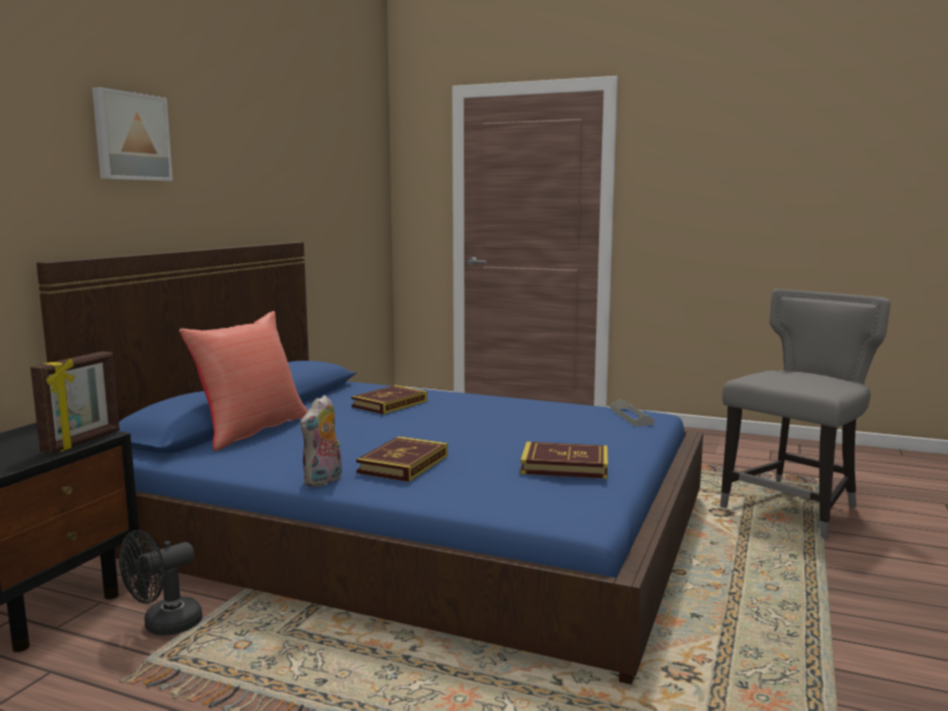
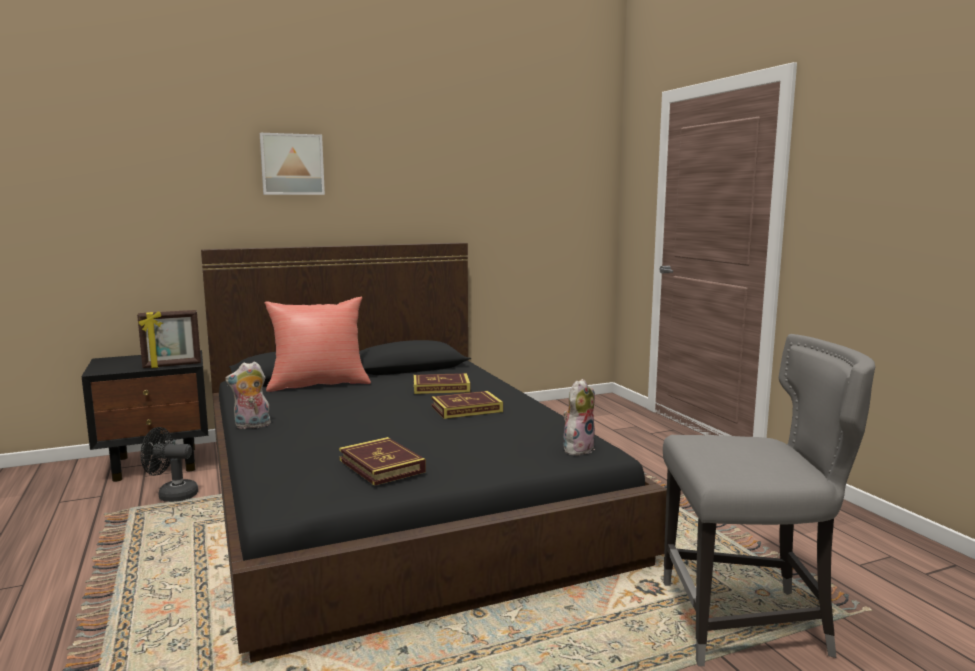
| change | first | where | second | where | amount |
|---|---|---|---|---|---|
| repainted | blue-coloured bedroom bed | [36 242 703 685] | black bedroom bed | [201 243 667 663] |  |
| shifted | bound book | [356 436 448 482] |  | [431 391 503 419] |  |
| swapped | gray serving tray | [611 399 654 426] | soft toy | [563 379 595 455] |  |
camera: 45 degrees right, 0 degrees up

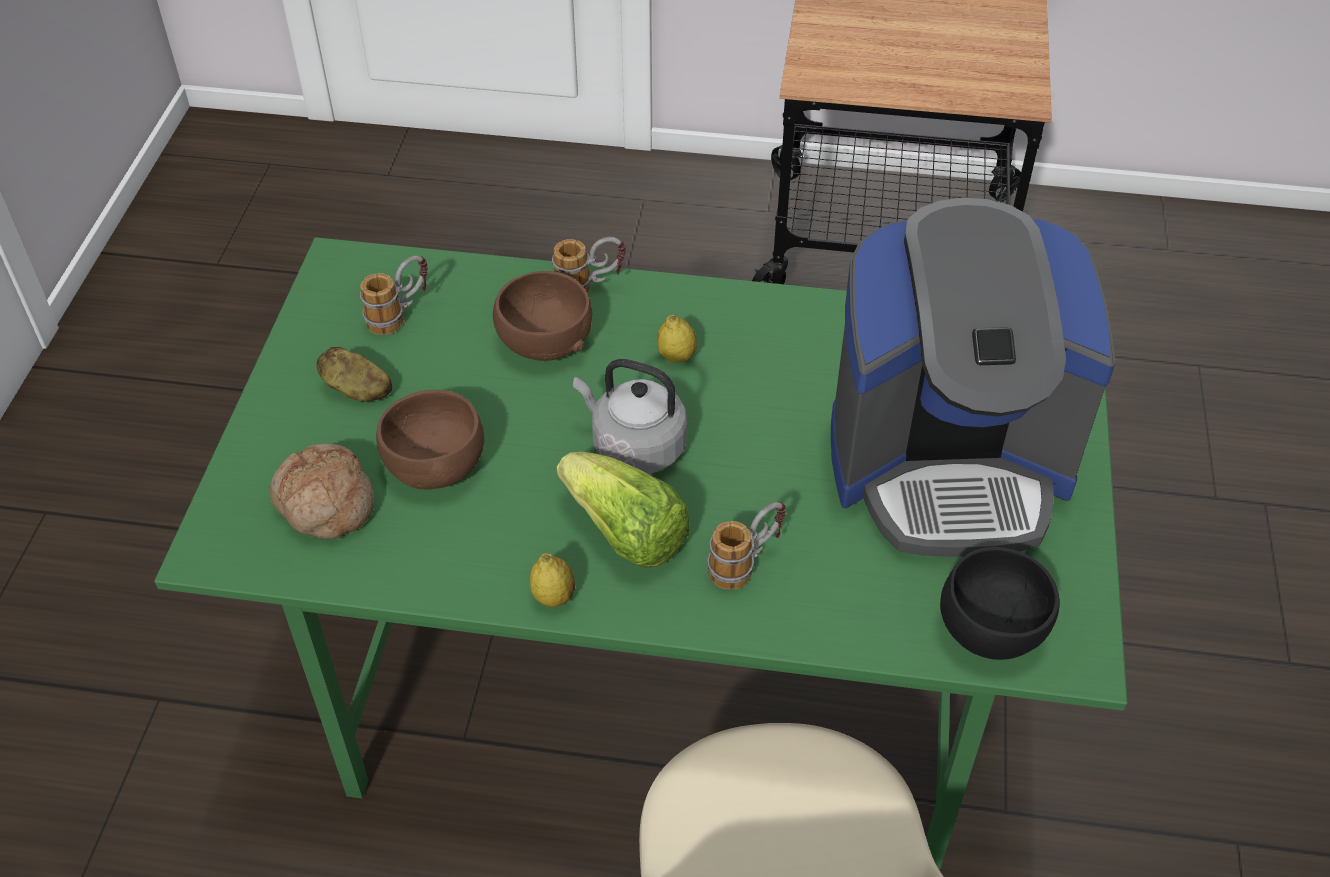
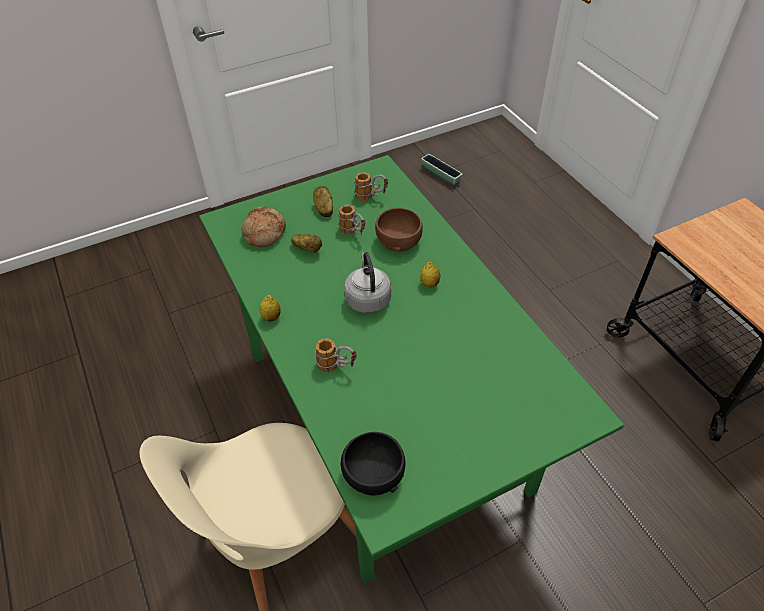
| change | first | where | second | where | amount |
|---|---|---|---|---|---|
| swapped | brown-coloured bowl | [376 390 484 489] | whole potato | [291 234 322 253] |  |
| shifted | tea mug | [552 237 626 293] |  | [338 205 365 235] |  |
| gone | lettuce head | [556 452 690 568] |  |  |  |
| gone | coffee maker | [831 198 1116 557] |  |  |  |
| new |  |  | flower pot | [421 154 462 187] |  |
camera: 55 degrees right, 0 degrees up

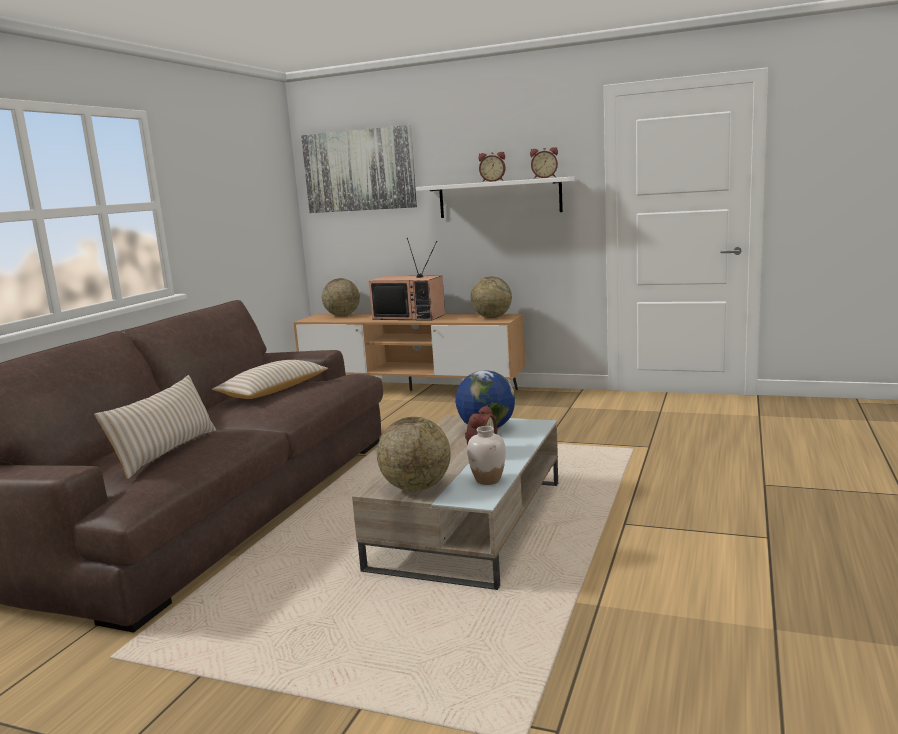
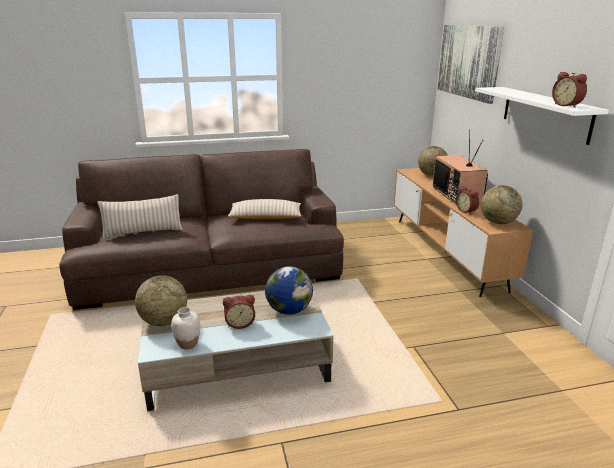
| change | first | where | second | where | amount |
|---|---|---|---|---|---|
| shifted | bedside clock | [478 152 506 182] |  | [456 186 479 214] |  |
camera: 55 degrees right, 10 degrees up

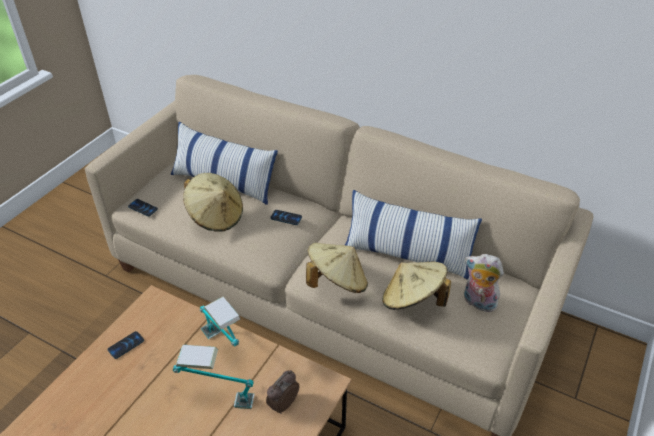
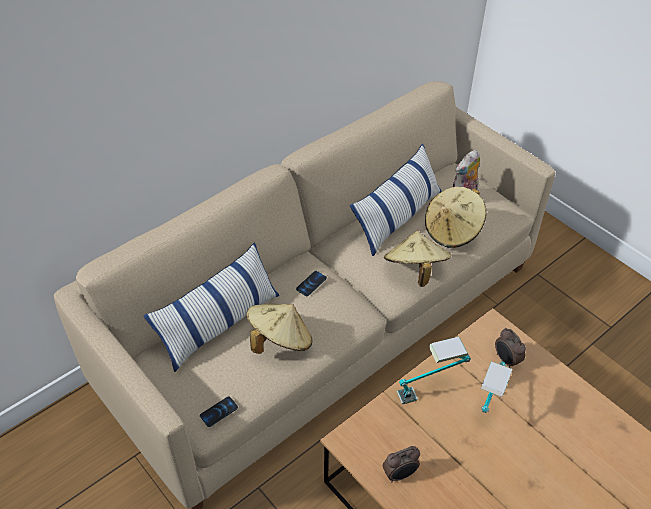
| change | first | where | second | where | amount |
|---|---|---|---|---|---|
| swapped | phone | [107 331 144 359] | bedside clock | [383 446 420 482] |  |
camera: 70 degrees left, 5 degrees up

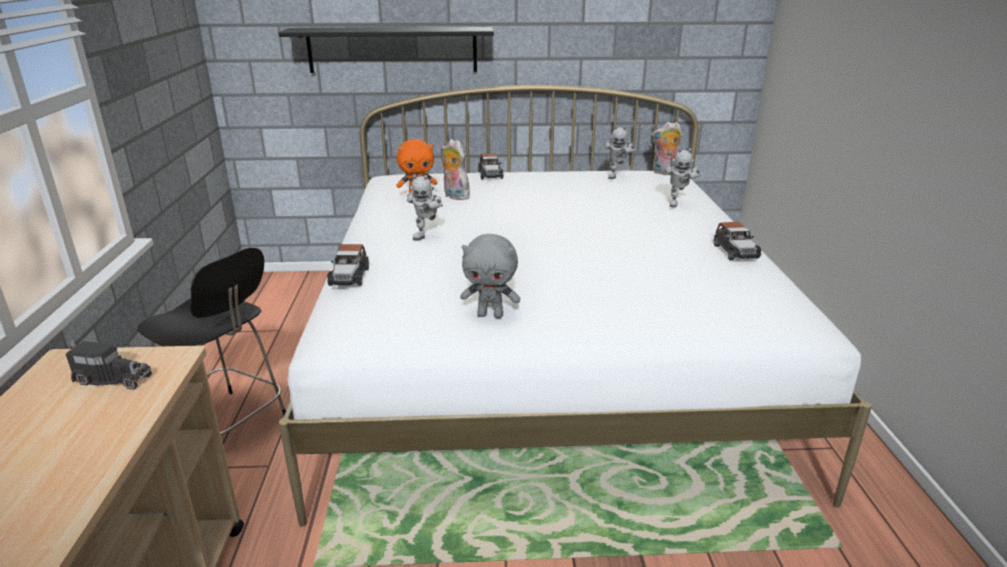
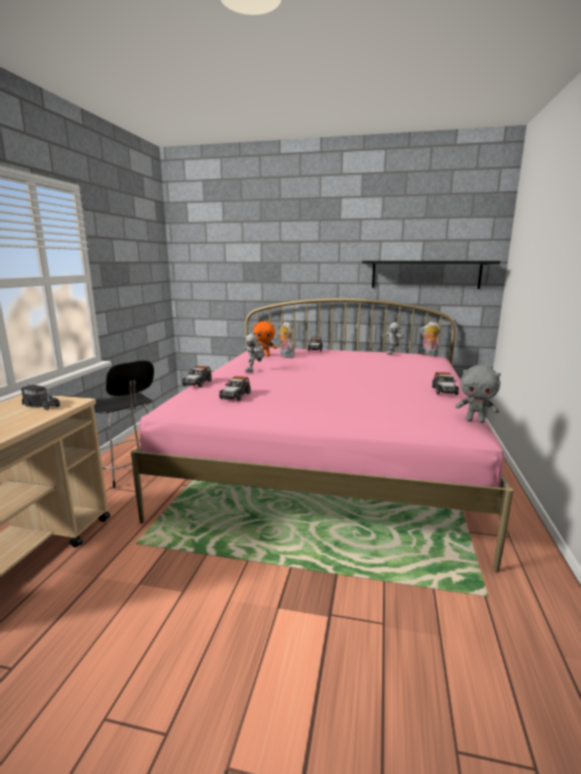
| change | first | where | second | where | amount |
|---|---|---|---|---|---|
| shifted | black wall shelf | [279 27 494 73] |  | [362 261 500 289] |  |
| repainted | white bedroom bed | [279 85 872 527] | pink bedroom bed | [131 298 514 573] |  |
| shifted | gray soft toy | [460 234 520 318] |  | [455 365 501 423] |  |
| gone | model robot | [665 148 700 208] |  |  |  |
| new |  |  | model car | [219 376 251 401] |  |
camera: 15 degrees right, 10 degrees down

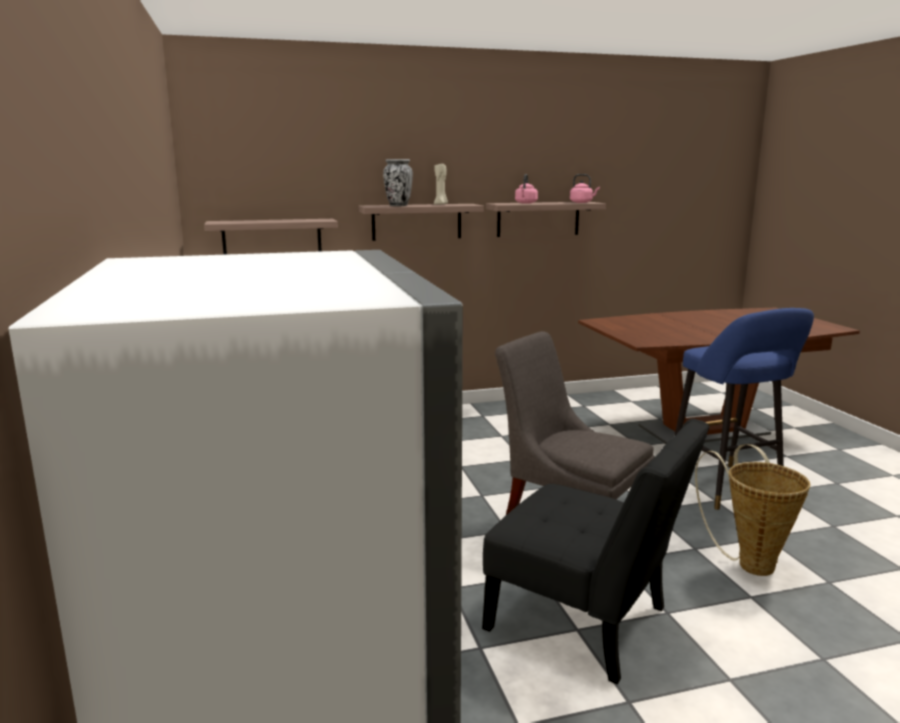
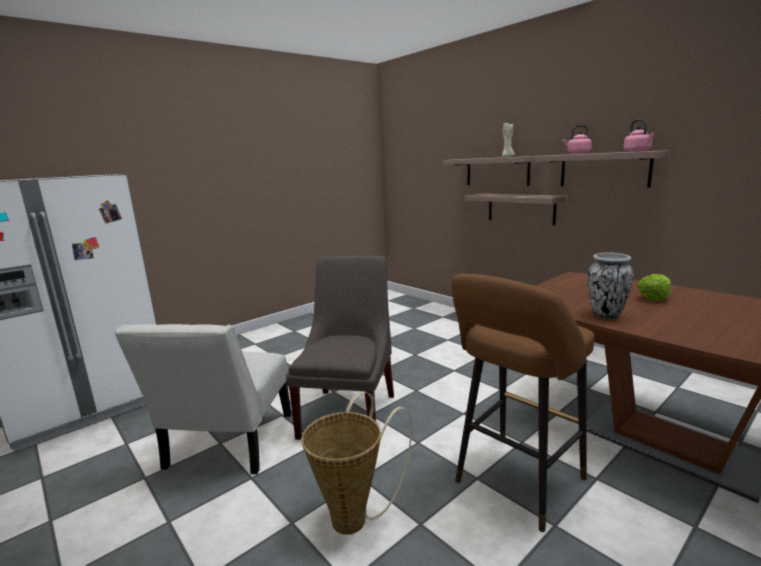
| change | first | where | second | where | amount |
|---|---|---|---|---|---|
| shifted | wall shelf | [204 219 338 255] |  | [465 193 568 225] |  |
| shifted | vase | [383 159 413 206] |  | [588 253 633 320] |  |
| repainted | black chair | [482 419 710 685] | white chair | [114 324 292 474] |  |
| repainted | blue-coloured stool seat | [674 308 814 510] | brown-coloured stool seat | [451 274 594 532] |  |
| new |  |  | lettuce head | [637 274 671 301] |  |
camera: 65 degrees right, 0 degrees up

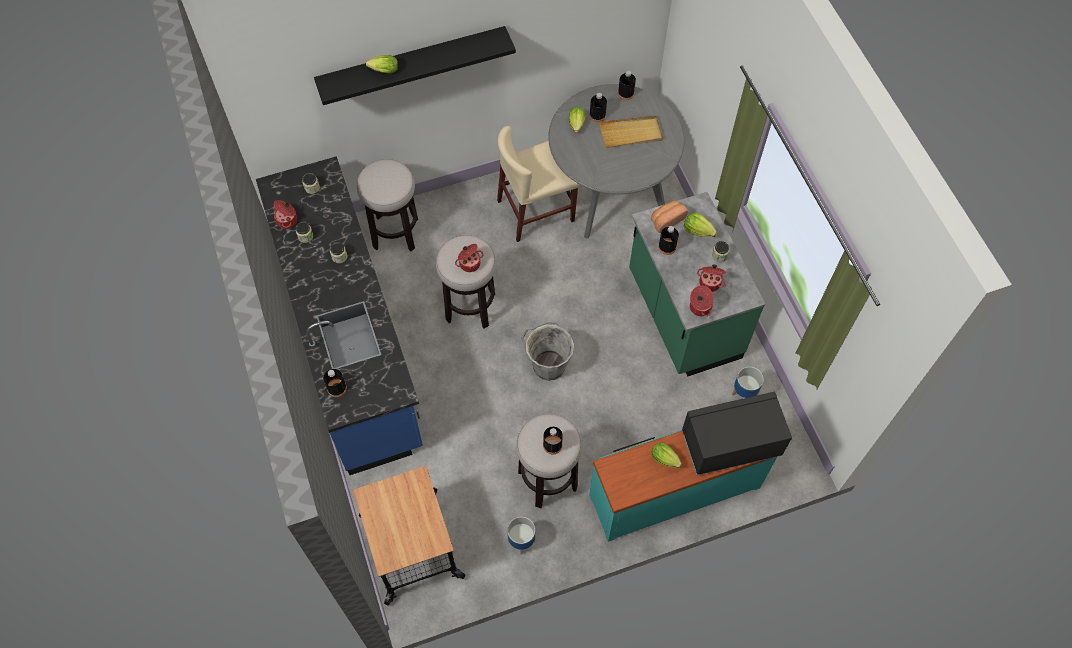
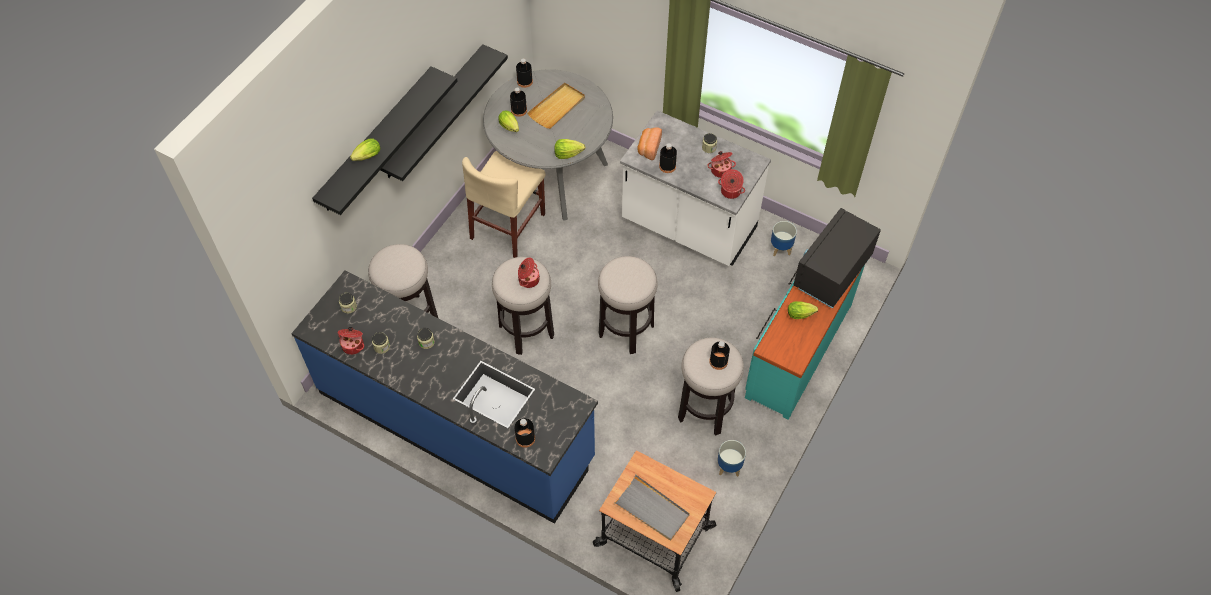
| change | first | where | second | where | amount |
|---|---|---|---|---|---|
| swapped | gray water bucket | [521 323 574 381] | stool seat | [598 256 657 354] |  |
| repainted | greenish kitchen base unit | [629 192 765 377] | white kitchen base unit | [620 110 771 266] |  |
| shifted | lettuce head | [684 212 717 237] |  | [554 139 585 159] |  |
| new |  |  | black wall shelf | [380 44 508 181] |  |
| new |  |  | gray serving tray | [614 475 690 540] |  |
camera: 40 degrees left, 5 degrees down

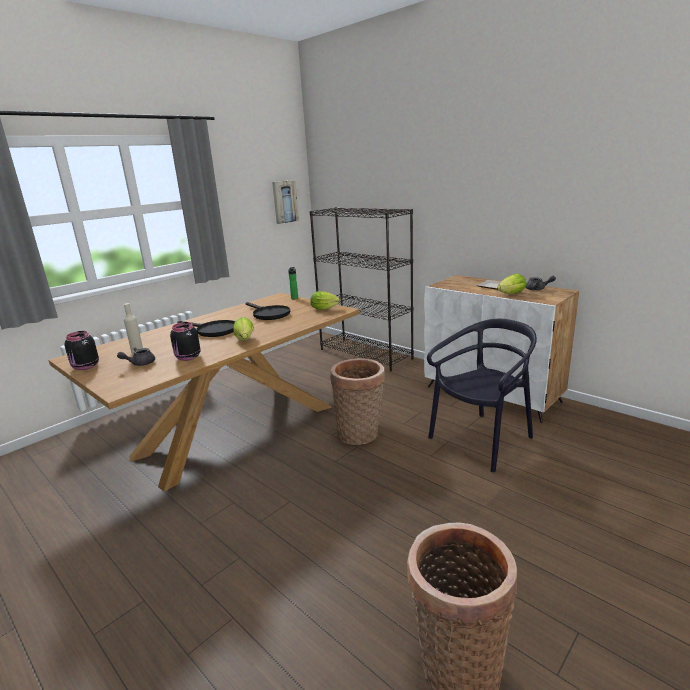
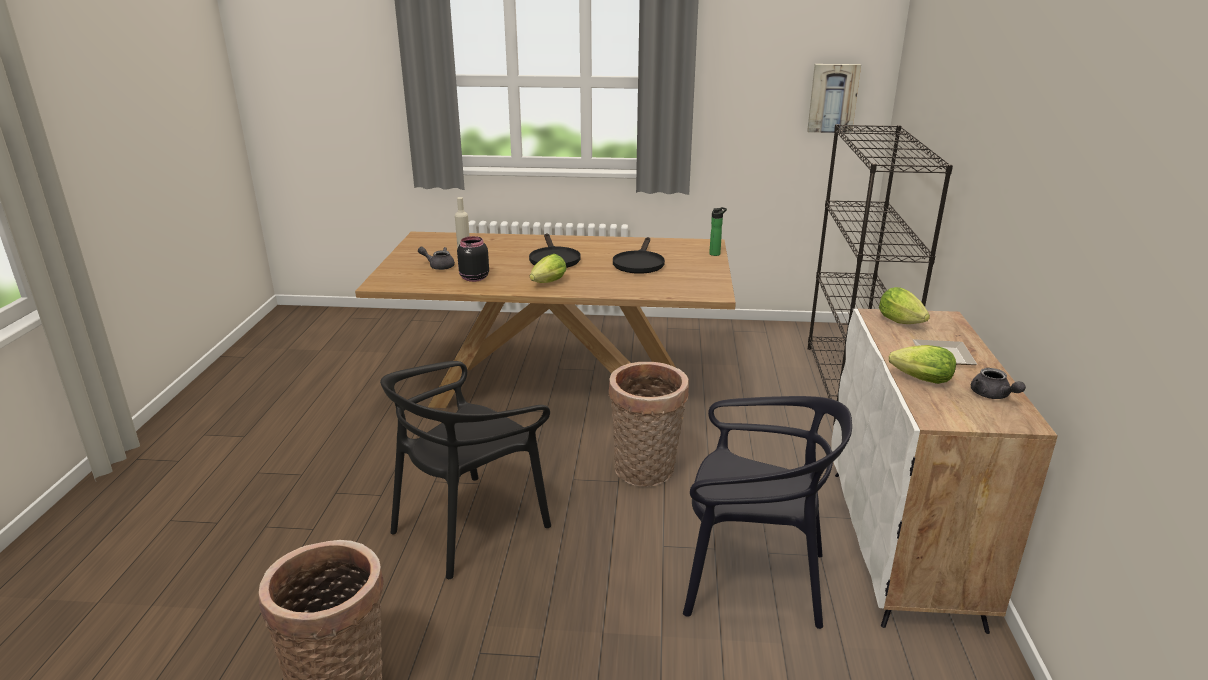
| change | first | where | second | where | amount |
|---|---|---|---|---|---|
| gone | black storage jar | [65 331 99 370] |  |  |  |
| shifted | lettuce head | [310 291 340 310] |  | [879 287 930 324] |  |
| new |  |  | black chair | [380 361 551 579] |  |
camera: 50 degrees right, 5 degrees up

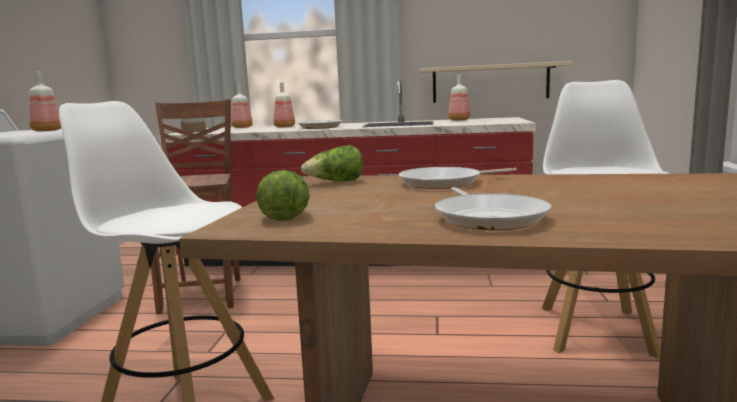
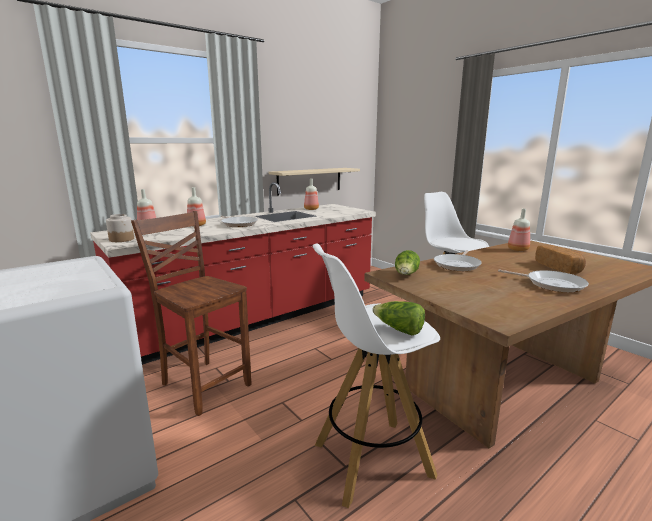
| change | first | where | second | where | amount |
|---|---|---|---|---|---|
| shifted | beverage bottle | [29 71 61 132] |  | [508 209 530 251] |  |
| shifted | lettuce head | [256 170 310 221] |  | [372 301 425 335] |  |
| new |  |  | baked bread | [535 245 586 274] |  |
camera: 45 degrees left, 5 degrees up

